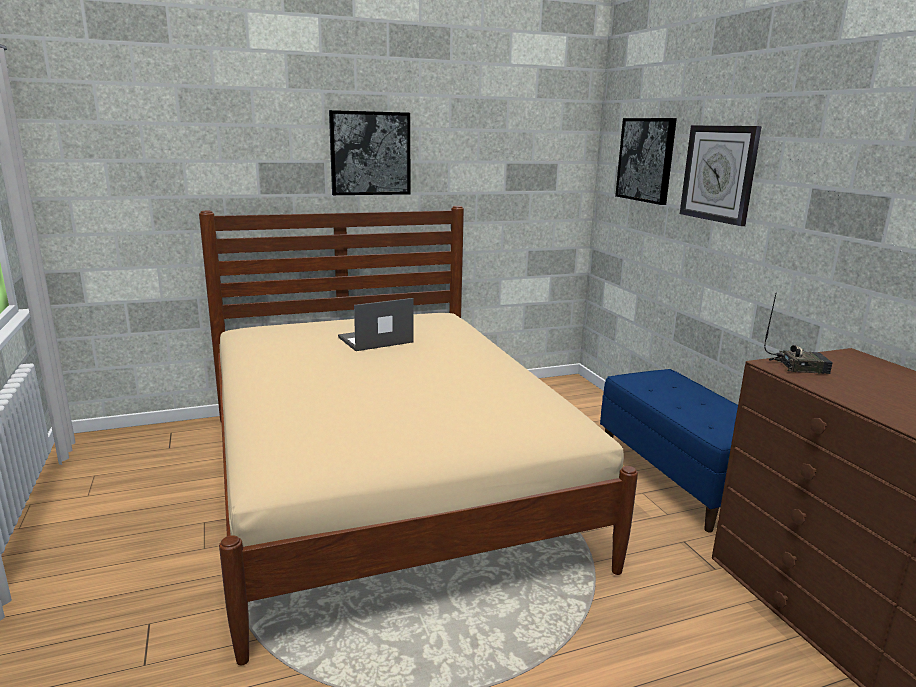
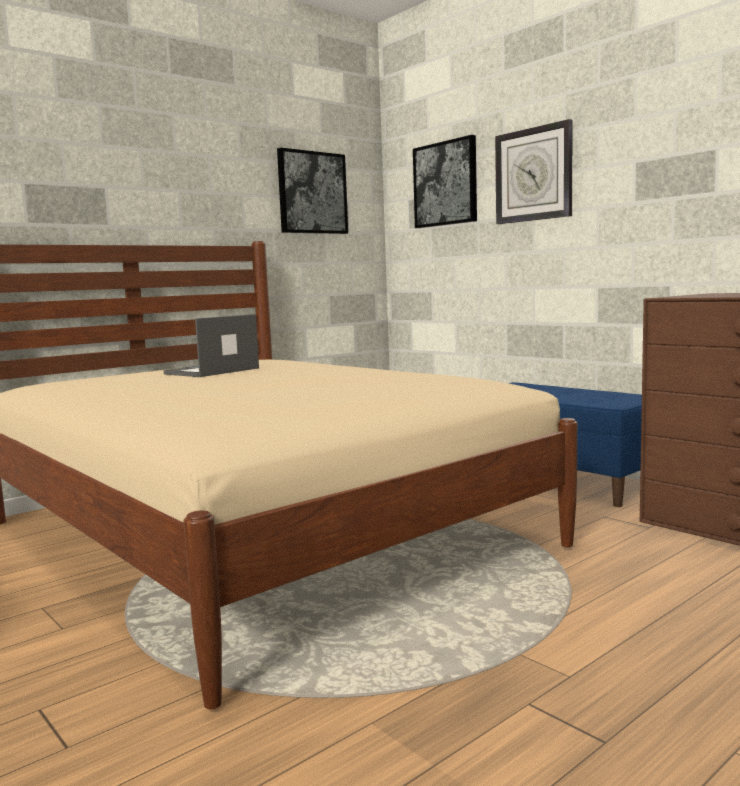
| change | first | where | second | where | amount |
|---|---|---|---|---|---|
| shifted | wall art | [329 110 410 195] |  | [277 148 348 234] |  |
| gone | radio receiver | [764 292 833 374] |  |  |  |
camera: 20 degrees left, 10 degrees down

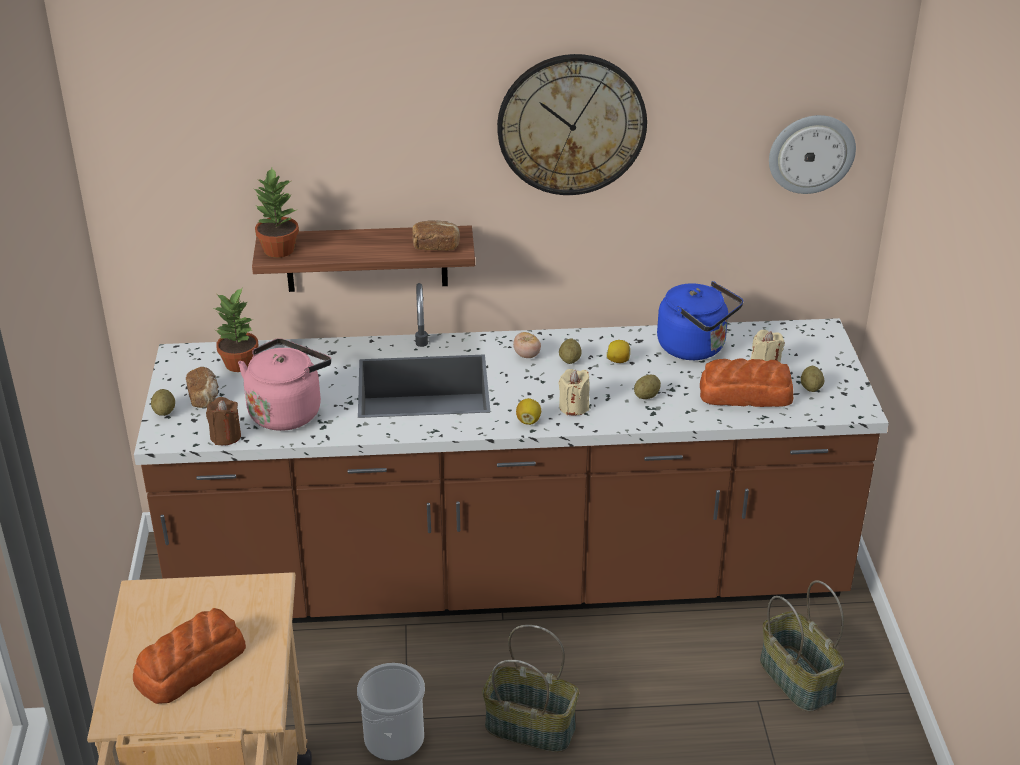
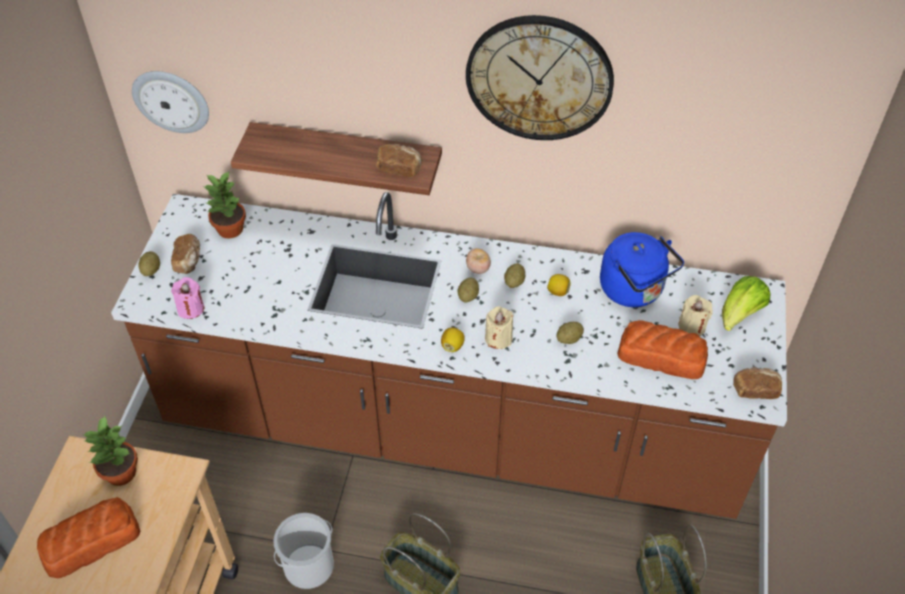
| change | first | where | second | where | amount |
|---|---|---|---|---|---|
| repainted | brown-coloured wax light | [206 397 241 445] | pink wax light | [171 277 204 319] |  |
| gone | pink tea kettle | [238 338 331 431] |  |  |  |
| shifted | potted plant | [254 167 299 258] |  | [84 416 138 486] |  |
| shifted | clock on the wall | [769 115 856 194] |  | [132 71 209 133] |  |
| shifted | whole potato | [801 366 824 392] |  | [458 278 479 303] |  |
| new |  |  | lettuce head | [722 276 771 331] |  |
| new |  |  | baked bread | [733 367 782 399] |  |
camera: 15 degrees right, 15 degrees up

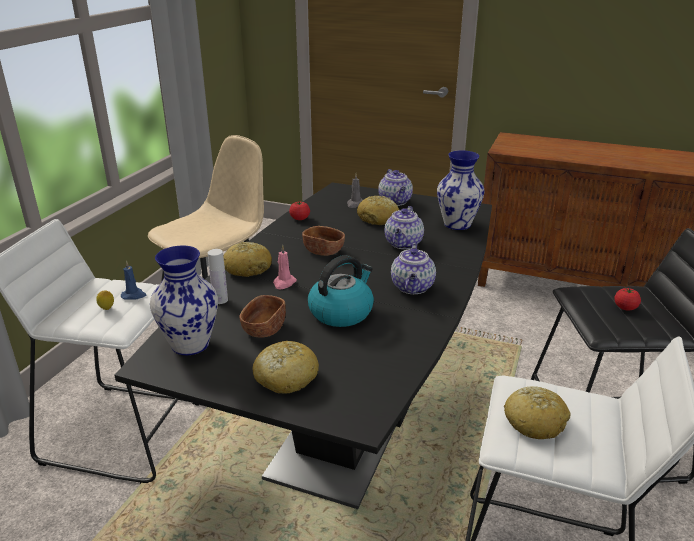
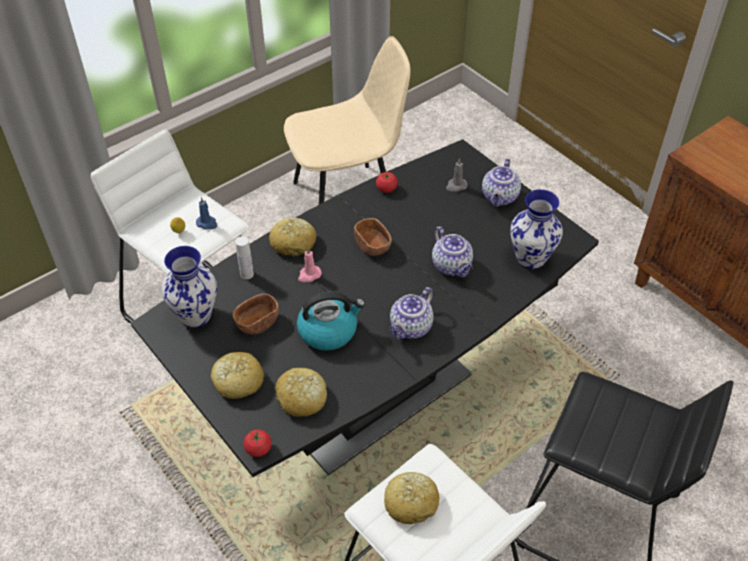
| change | first | where | second | where | amount |
|---|---|---|---|---|---|
| shifted | baked bread | [357 196 399 225] |  | [275 368 327 417] |  |
| rotated | tea pot | [385 206 424 249] |  | [432 226 473 277] | 75 degrees counterclockwise |
| shifted | whole tomato | [614 288 641 311] |  | [243 429 272 457] |  |
camera: 30 degrees right, 20 degrees up

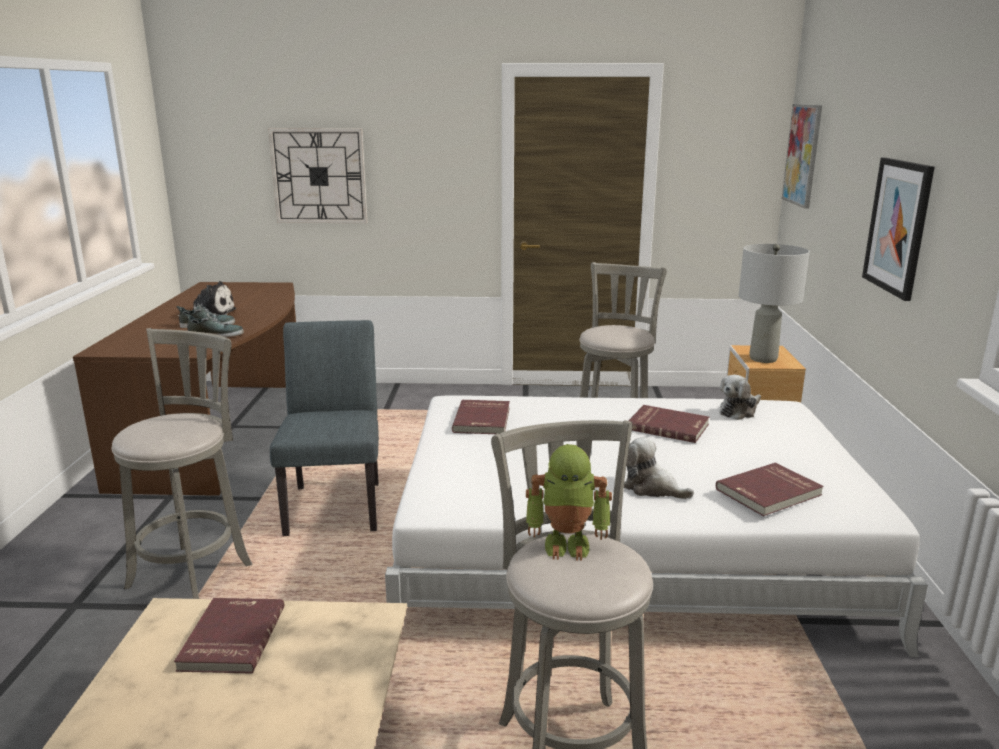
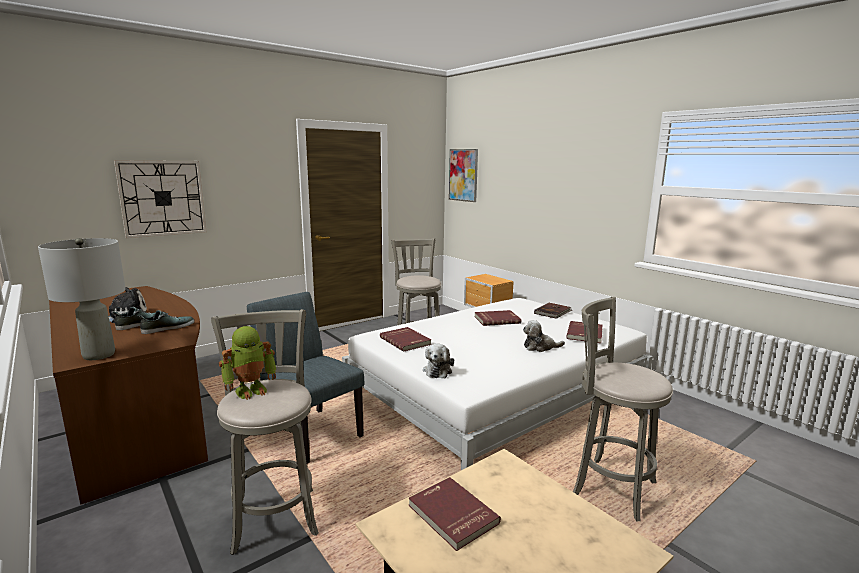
| change | first | where | second | where | amount |
|---|---|---|---|---|---|
| shifted | model robot | [526 444 612 561] |  | [219 326 277 400] |  |
| shifted | soft toy | [719 375 761 420] |  | [423 343 454 378] |  |
| shifted | gray tabletop lamp | [739 244 810 363] |  | [38 238 126 360] |  |
| gone | wall art | [862 158 935 301] |  |  |  |
| new |  |  | brown-coloured bound book | [534 303 572 319] |  |
camera: 40 degrees left, 5 degrees down

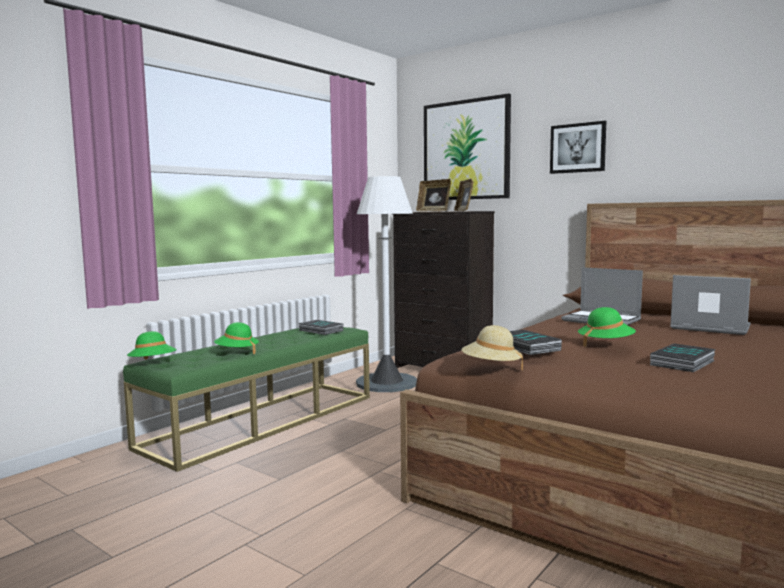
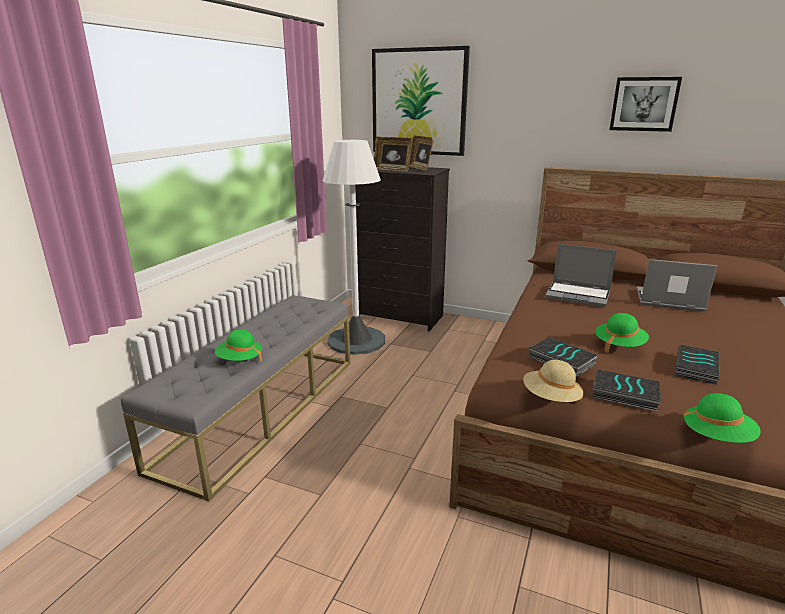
| change | first | where | second | where | amount |
|---|---|---|---|---|---|
| repainted | greenish bench | [123 327 370 472] | gray bench | [121 295 350 501] |  |
| shifted | greenish hat | [127 331 177 360] |  | [681 393 761 443] |  |
| shifted | bound book | [298 320 343 335] |  | [592 369 661 412] |  |
| shifted | wall art | [550 121 606 174] |  | [609 77 682 132] |  |
camera: 15 degrees left, 15 degrees up

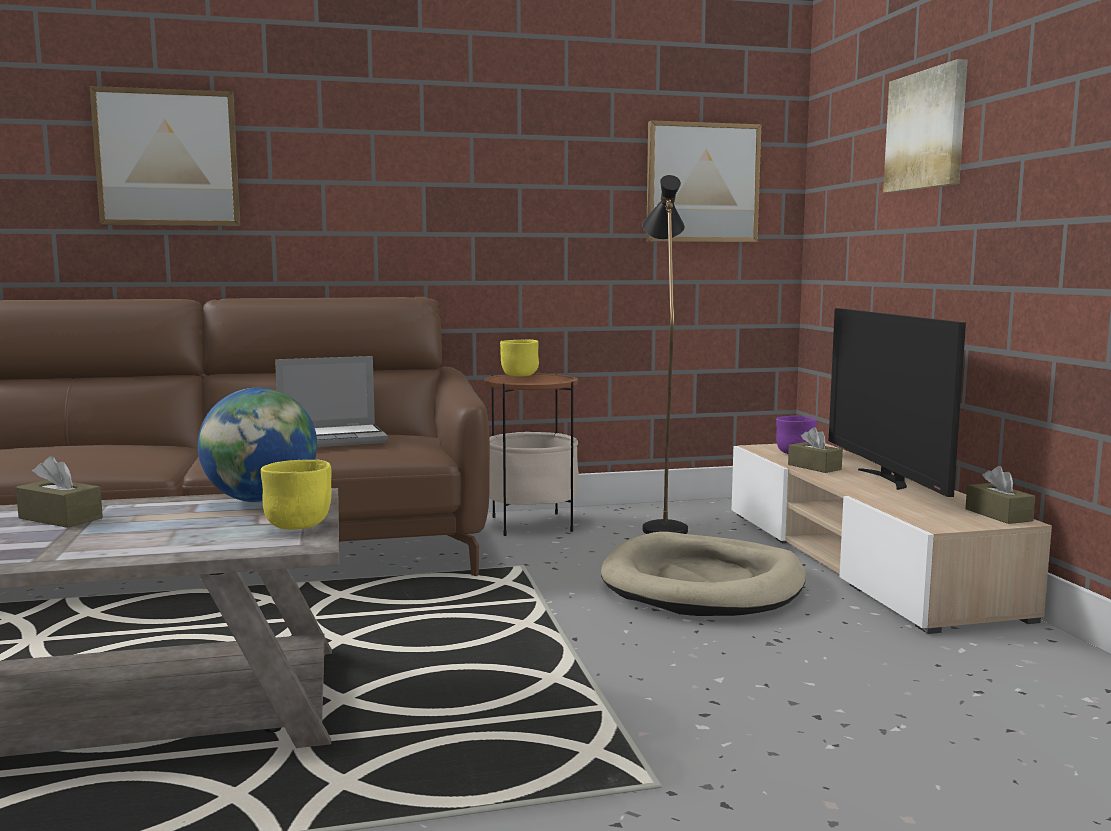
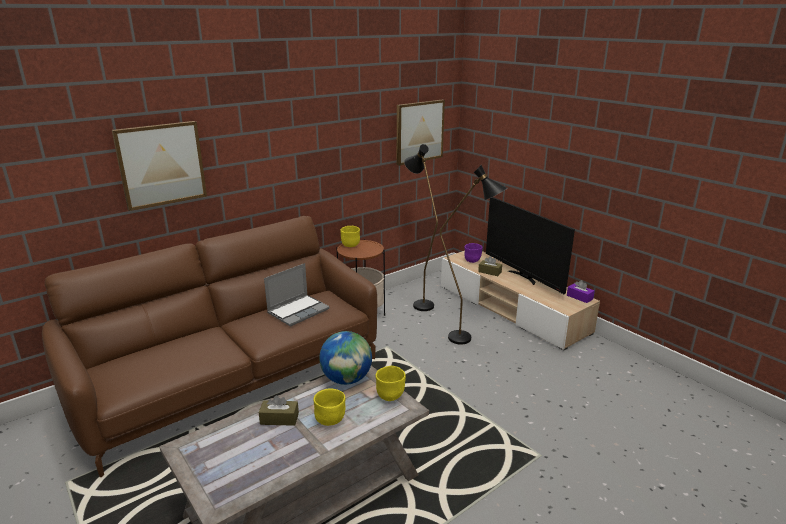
| change | first | where | second | where | amount |
|---|---|---|---|---|---|
| swapped | beige dog cushion | [601 532 805 616] | black floor lamp | [440 165 507 345] |  |
| gone | wall art | [883 59 968 193] |  |  |  |
| repainted | brown-coloured tissue box | [965 466 1035 524] | purple-coloured tissue box | [567 280 595 303] |  |
| new |  |  | yellowish bowl | [314 389 346 426] |  |
camera: 25 degrees left, 15 degrees up

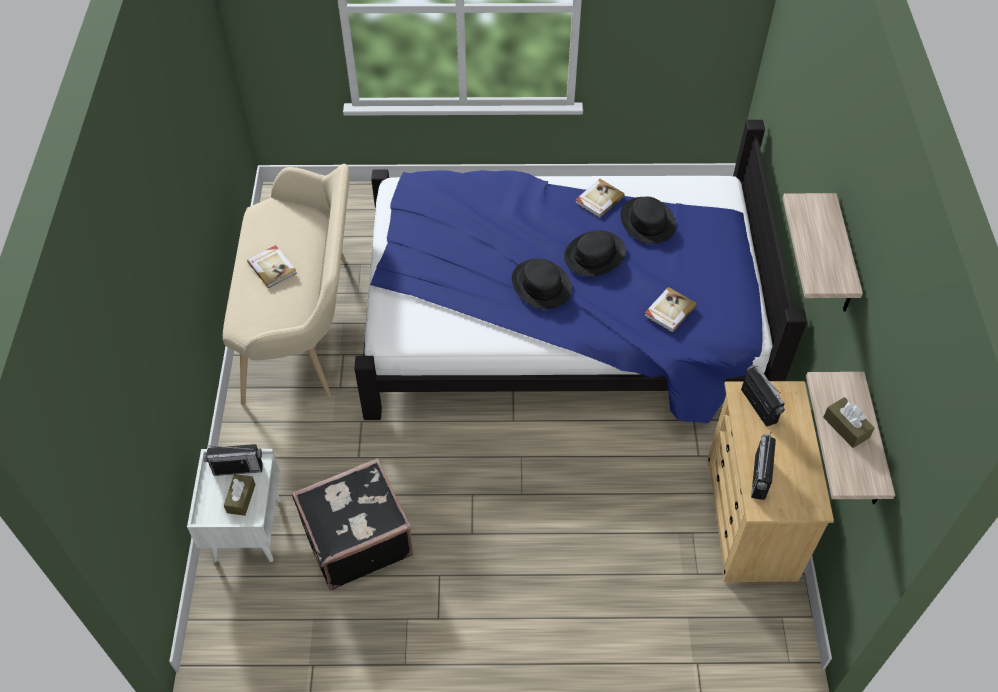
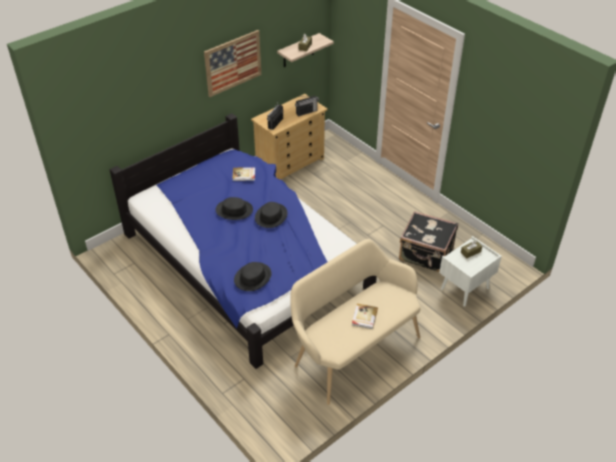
| change | first | where | second | where | amount |
|---|---|---|---|---|---|
| gone | radio receiver | [203 444 263 476] |  |  |  |
| gone | bound book | [575 179 625 218] |  |  |  |
| shifted | black hat | [620 197 676 244] |  | [234 262 272 291] |  |
| swapped | wall shelf | [783 193 863 312] | wall art | [204 30 261 97] |  |
camera: 130 degrees left, 10 degrees down

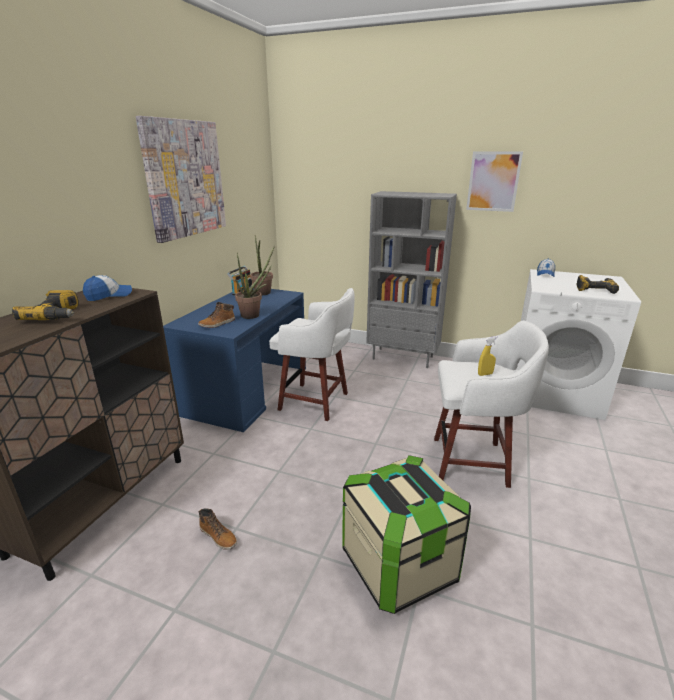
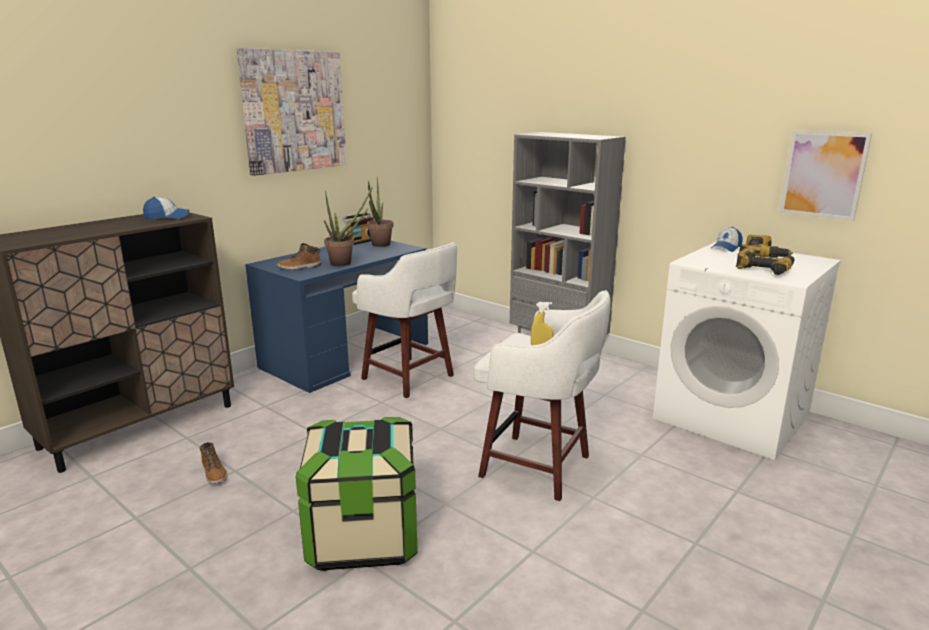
| change | first | where | second | where | amount |
|---|---|---|---|---|---|
| shifted | drill | [12 290 79 320] |  | [739 235 793 258] |  |
| shifted | wall art | [466 151 523 212] |  | [779 130 872 221] |  |
camera: 20 degrees right, 5 degrees down

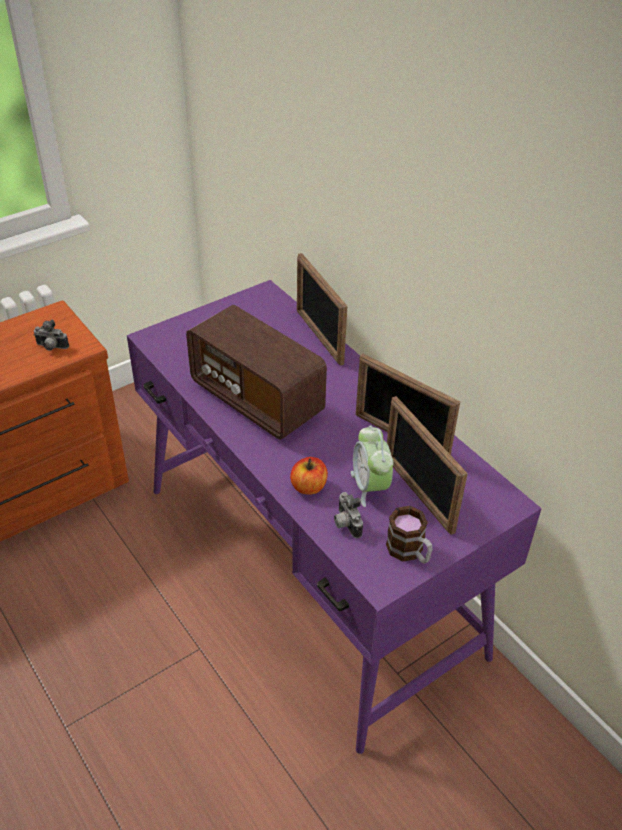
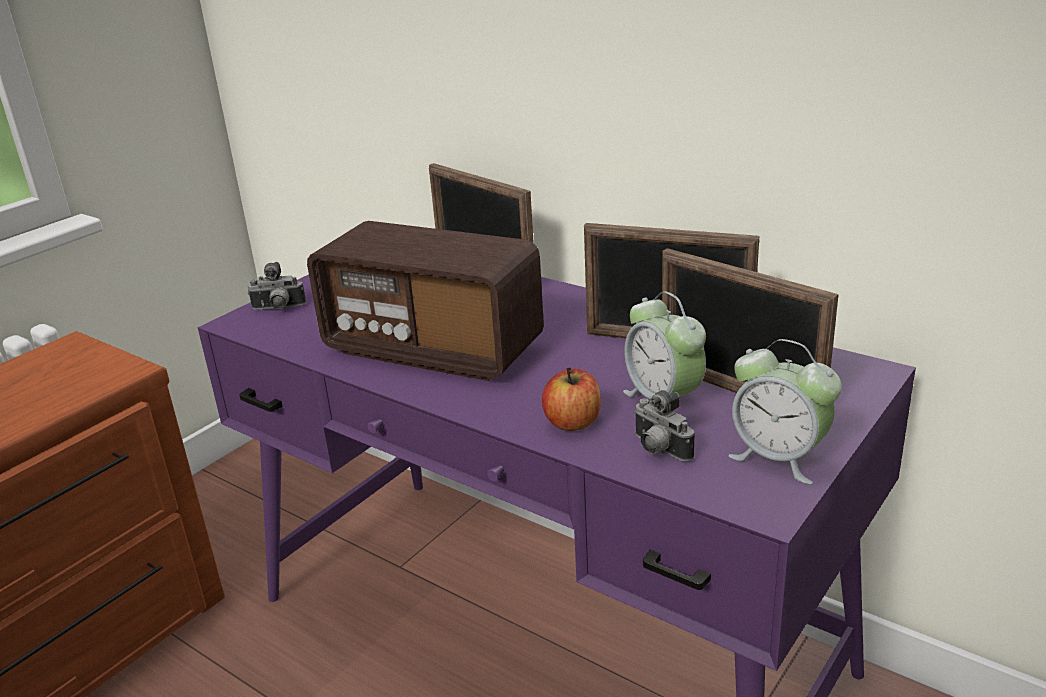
| change | first | where | second | where | amount |
|---|---|---|---|---|---|
| shifted | photo camera | [33 320 69 351] |  | [248 262 306 310] |  |
| swapped | tea mug | [386 506 432 564] | bedside clock | [728 339 842 484] |  |
camera: 15 degrees left, 15 degrees down

